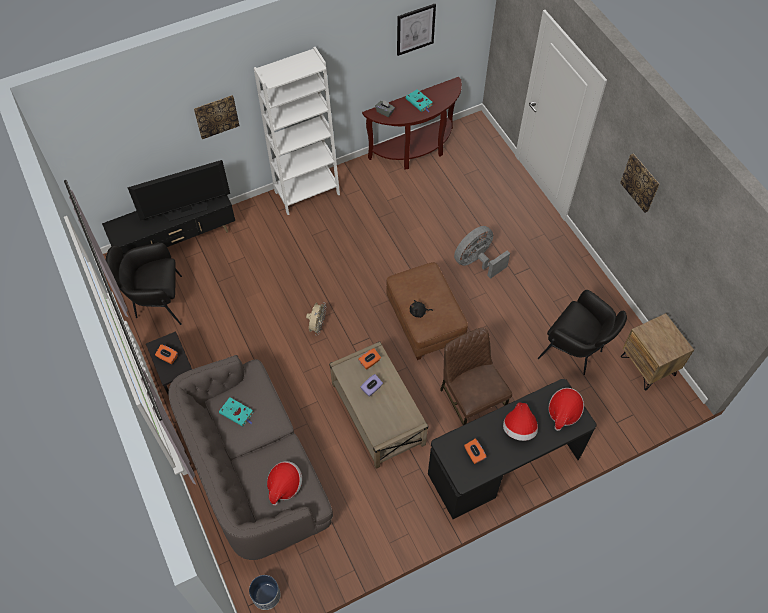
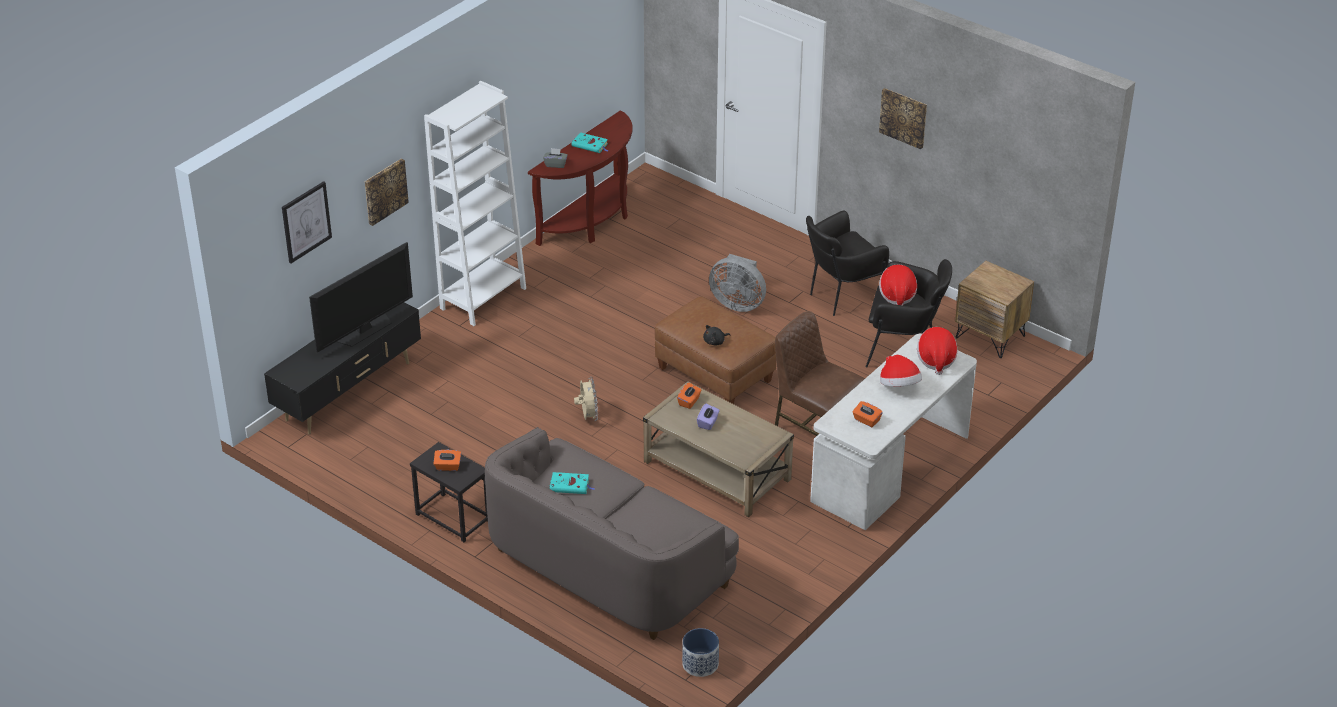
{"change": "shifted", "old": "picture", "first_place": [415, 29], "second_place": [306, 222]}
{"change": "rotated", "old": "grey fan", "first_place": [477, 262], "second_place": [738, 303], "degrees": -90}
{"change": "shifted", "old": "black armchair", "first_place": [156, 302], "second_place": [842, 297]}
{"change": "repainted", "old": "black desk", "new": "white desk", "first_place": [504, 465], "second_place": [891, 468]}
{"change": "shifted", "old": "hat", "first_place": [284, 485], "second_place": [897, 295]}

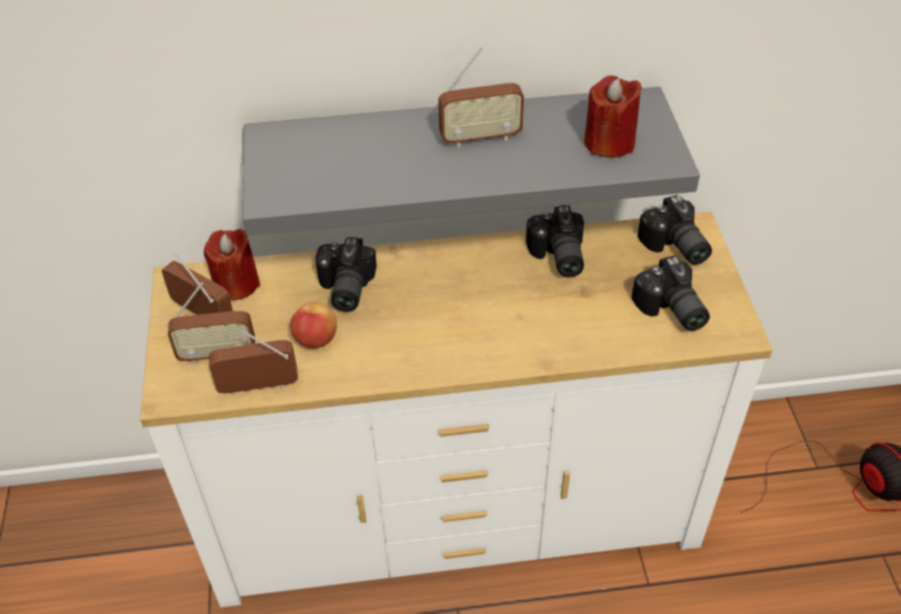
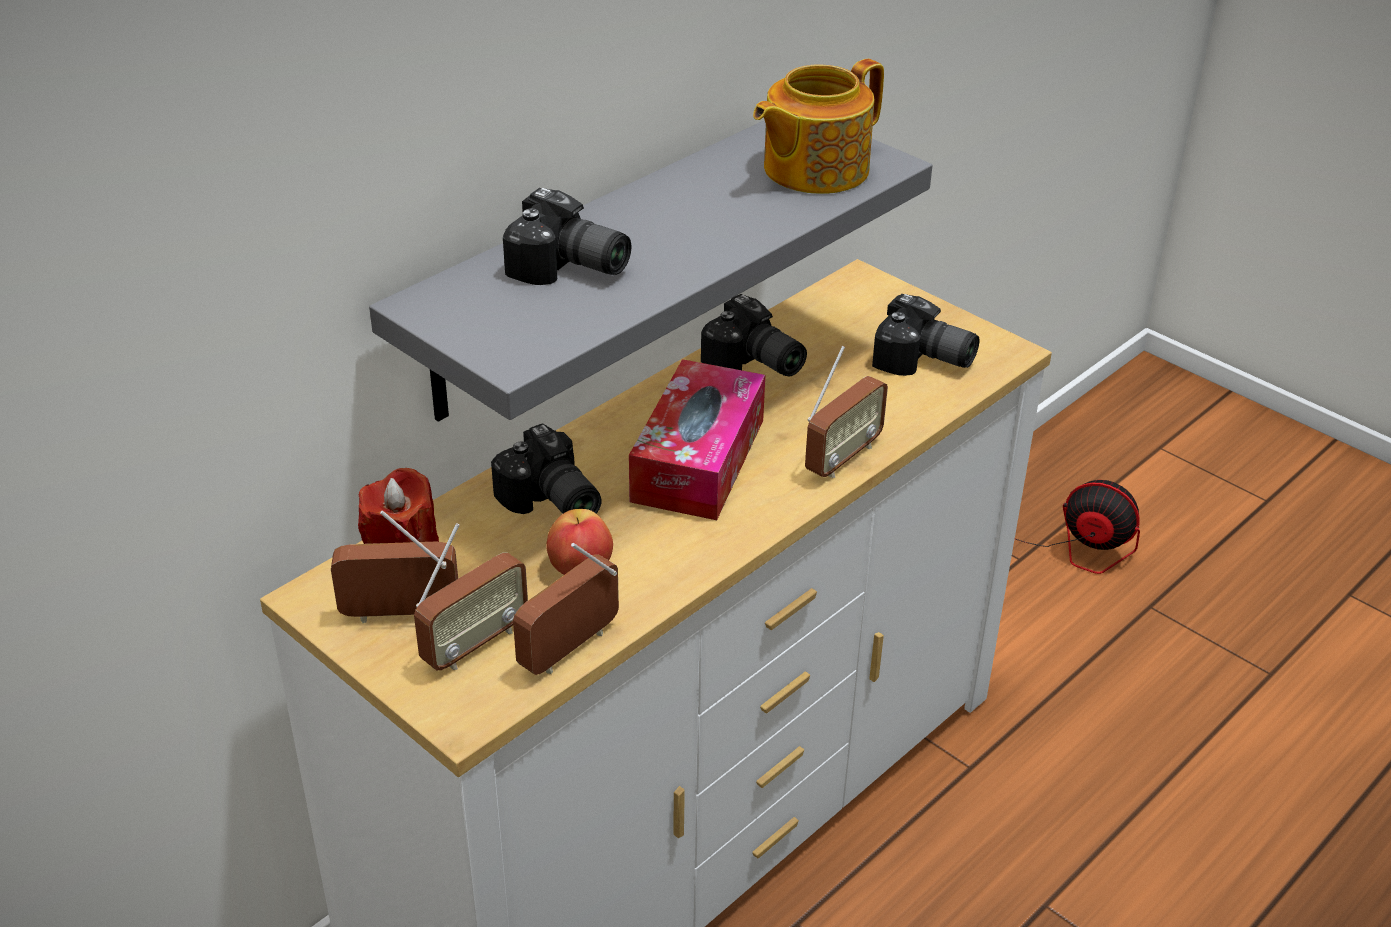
{"change": "shifted", "old": "photo camera", "first_place": [674, 247], "second_place": [568, 269]}
{"change": "new", "new": "tissue box", "second_place": [698, 460]}
{"change": "swapped", "old": "red candle", "new": "teapot", "first_place": [609, 142], "second_place": [813, 169]}
{"change": "shifted", "old": "radio", "first_place": [480, 138], "second_place": [842, 458]}

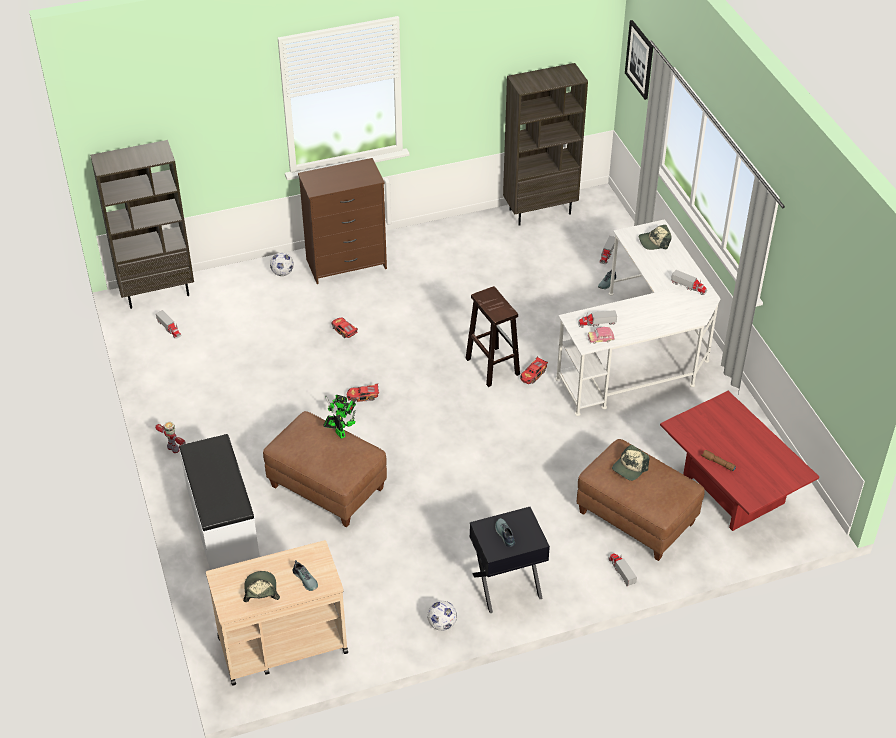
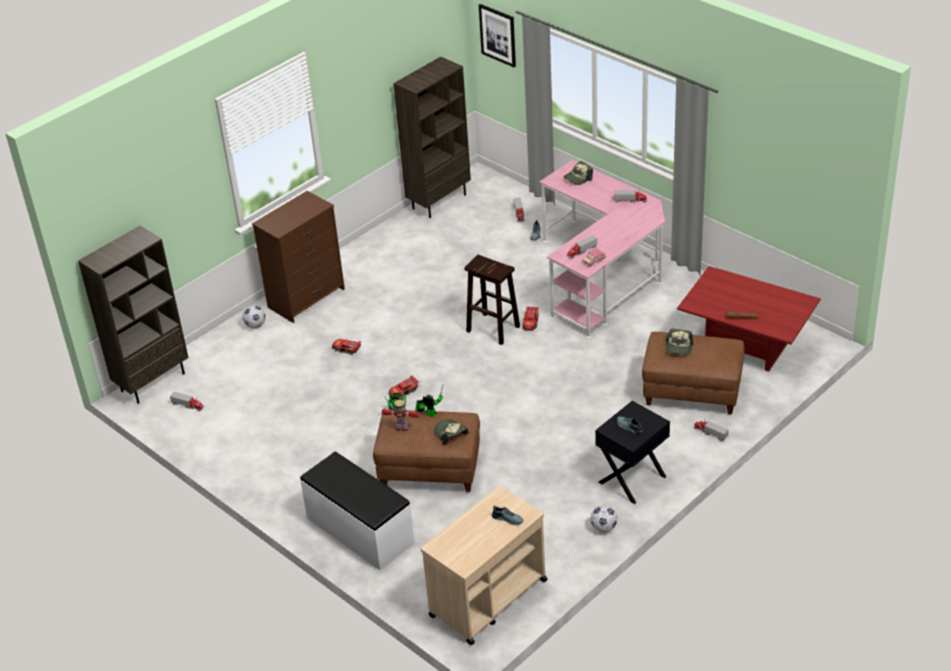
{"change": "shifted", "old": "toy robot", "first_place": [174, 448], "second_place": [402, 427]}
{"change": "shifted", "old": "cap", "first_place": [260, 591], "second_place": [450, 434]}
{"change": "repainted", "old": "white desk", "new": "pink desk", "first_place": [641, 353], "second_place": [602, 275]}

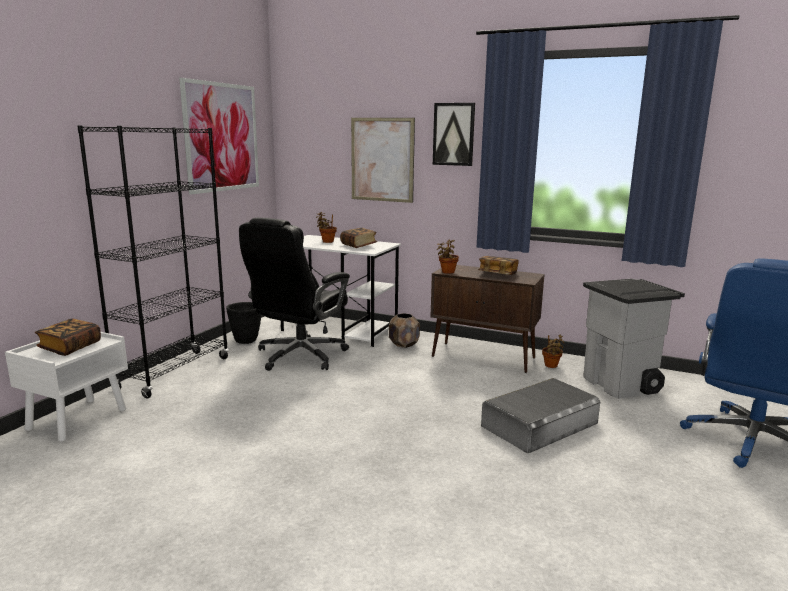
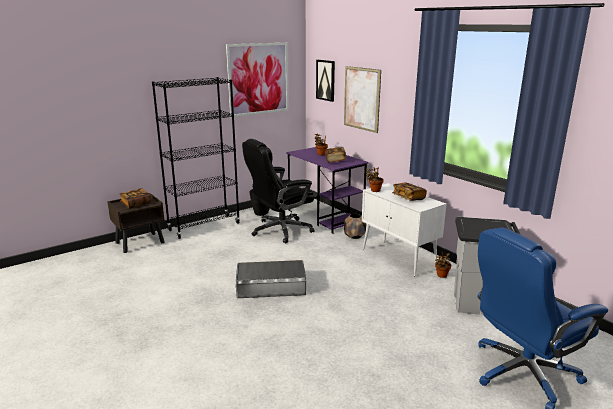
{"change": "repainted", "old": "white nightstand", "new": "brown nightstand", "first_place": [78, 419], "second_place": [140, 242]}
{"change": "shifted", "old": "grey storage box", "first_place": [539, 424], "second_place": [271, 286]}
{"change": "repainted", "old": "white desk", "new": "purple desk", "first_place": [340, 330], "second_place": [325, 217]}
{"change": "shifted", "old": "picture", "first_place": [453, 134], "second_place": [326, 80]}
{"change": "repainted", "old": "brown cabinet", "new": "white cabinet", "first_place": [484, 357], "second_place": [399, 258]}

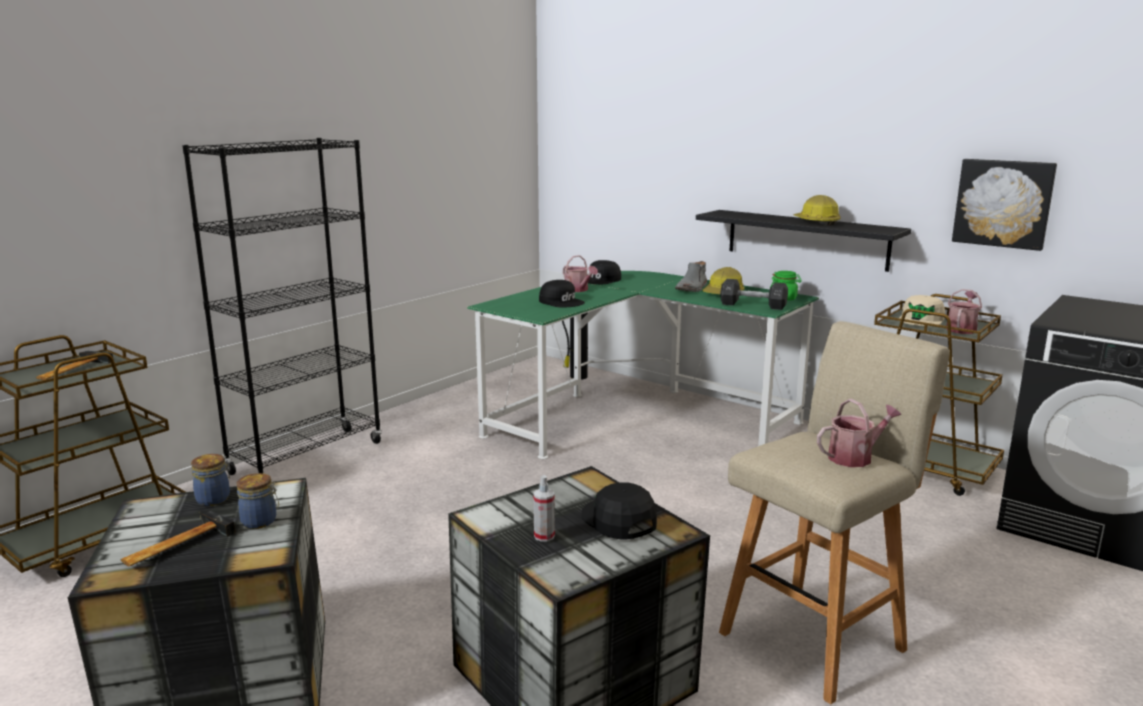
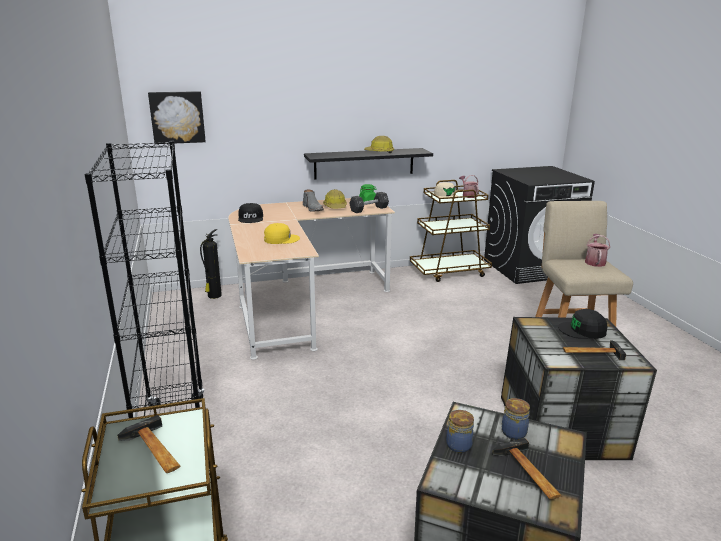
{"change": "shifted", "old": "picture", "first_place": [1003, 203], "second_place": [177, 117]}
{"change": "repainted", "old": "green desk", "new": "beige desk", "first_place": [636, 416], "second_place": [301, 303]}
{"change": "repainted", "old": "black cap", "new": "yellow cap", "first_place": [562, 302], "second_place": [281, 239]}
{"change": "swapped", "old": "spray bottle", "new": "hammer", "first_place": [544, 536], "second_place": [590, 352]}
{"change": "gone", "old": "watering can", "first_place": [578, 290]}

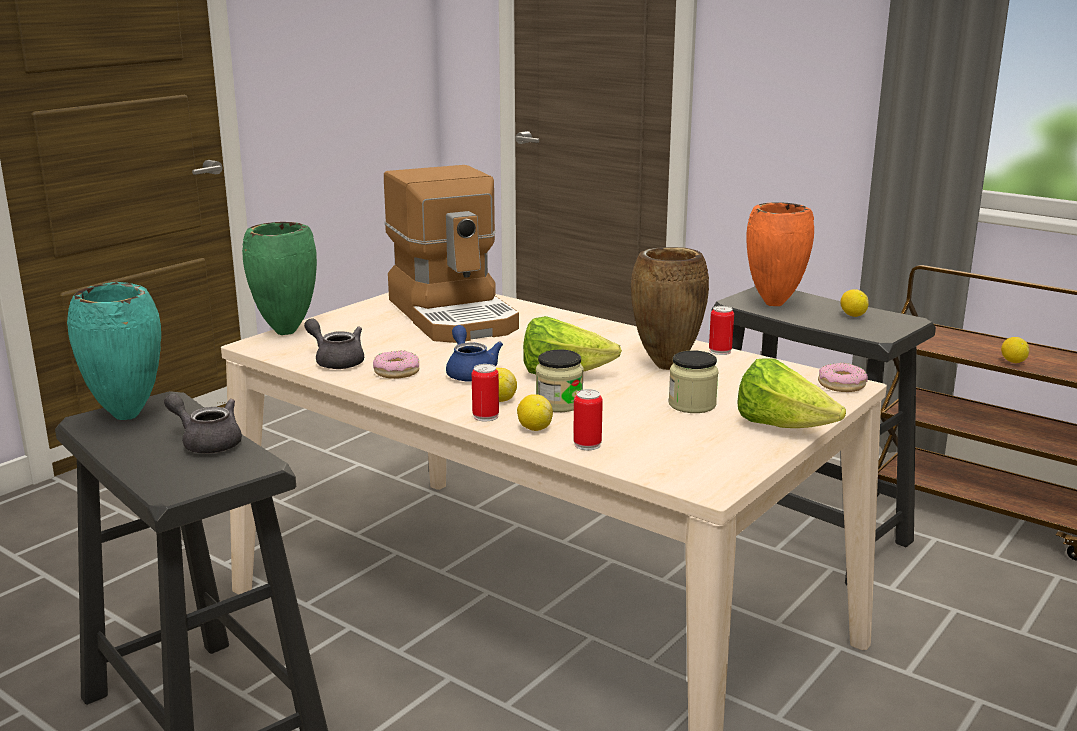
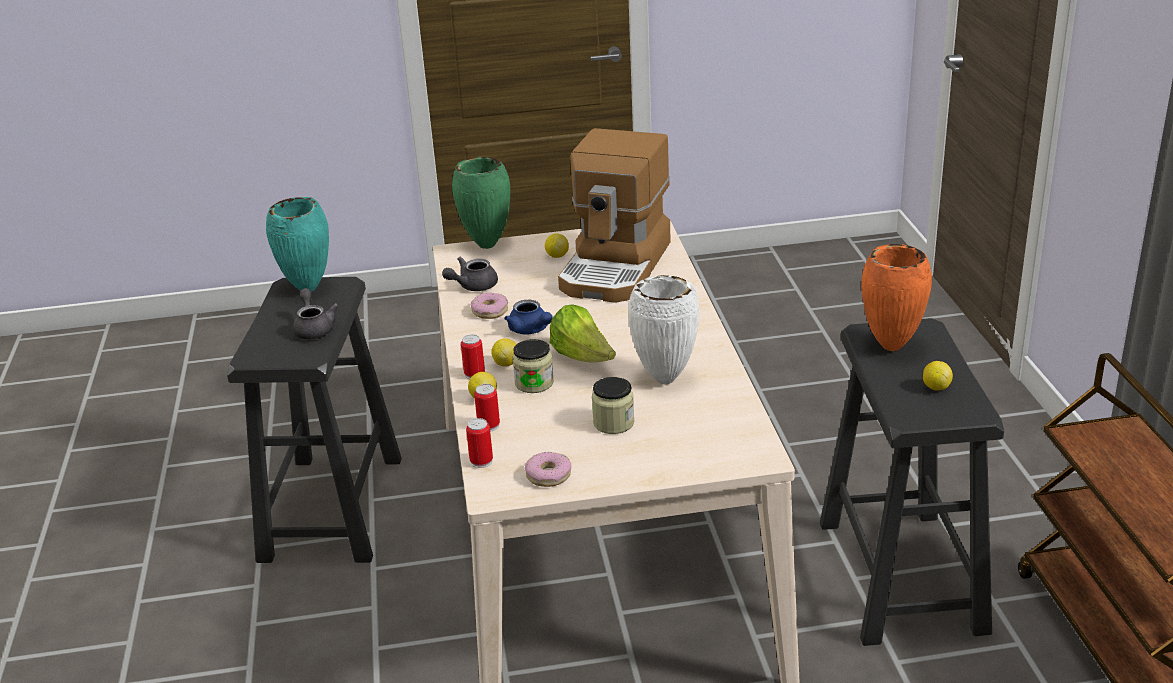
{"change": "rotated", "old": "grey teapot", "first_place": [336, 361], "second_place": [472, 286], "degrees": -120}
{"change": "shifted", "old": "can", "first_place": [720, 351], "second_place": [481, 461]}
{"change": "rotated", "old": "blue teapot", "first_place": [470, 372], "second_place": [531, 330], "degrees": 120}
{"change": "shifted", "old": "donut", "first_place": [841, 385], "second_place": [548, 475]}
{"change": "shifted", "old": "lemon", "first_place": [1013, 362], "second_place": [557, 256]}
{"change": "repainted", "old": "brown vase", "new": "white vase", "first_place": [665, 366], "second_place": [665, 379]}
{"change": "gone", "old": "lettuce", "first_place": [782, 427]}

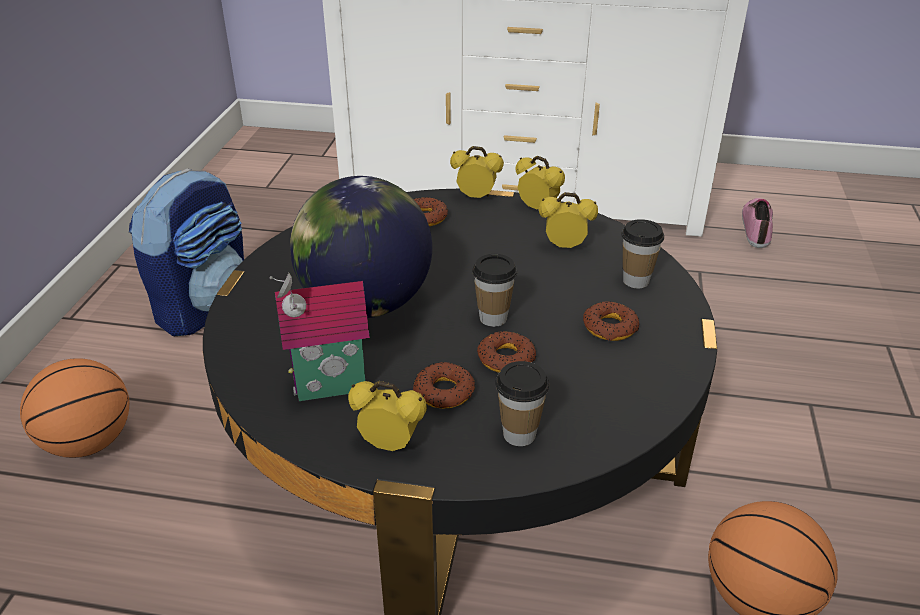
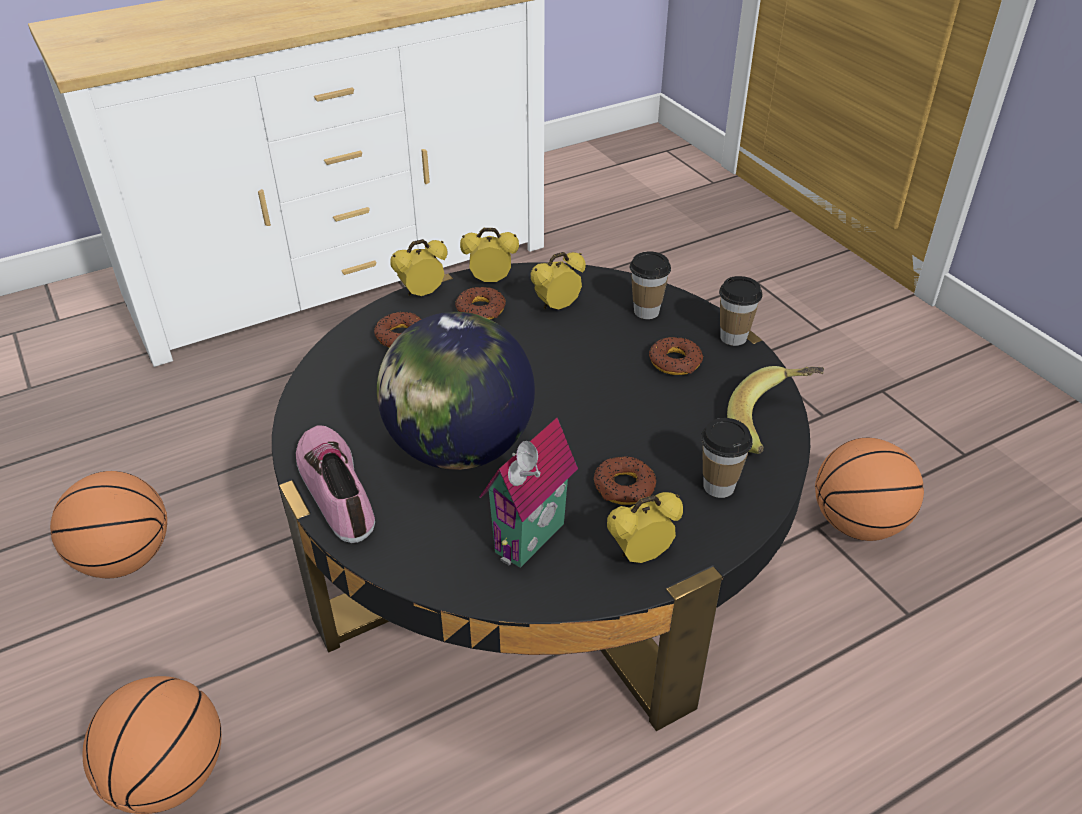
{"change": "swapped", "old": "backpack", "new": "basketball", "first_place": [205, 307], "second_place": [124, 559]}
{"change": "shifted", "old": "shoe", "first_place": [757, 227], "second_place": [337, 488]}
{"change": "shifted", "old": "donut", "first_place": [506, 358], "second_place": [481, 309]}
{"change": "shifted", "old": "cup", "first_place": [493, 318], "second_place": [733, 337]}
{"change": "new", "new": "banana", "second_place": [773, 425]}

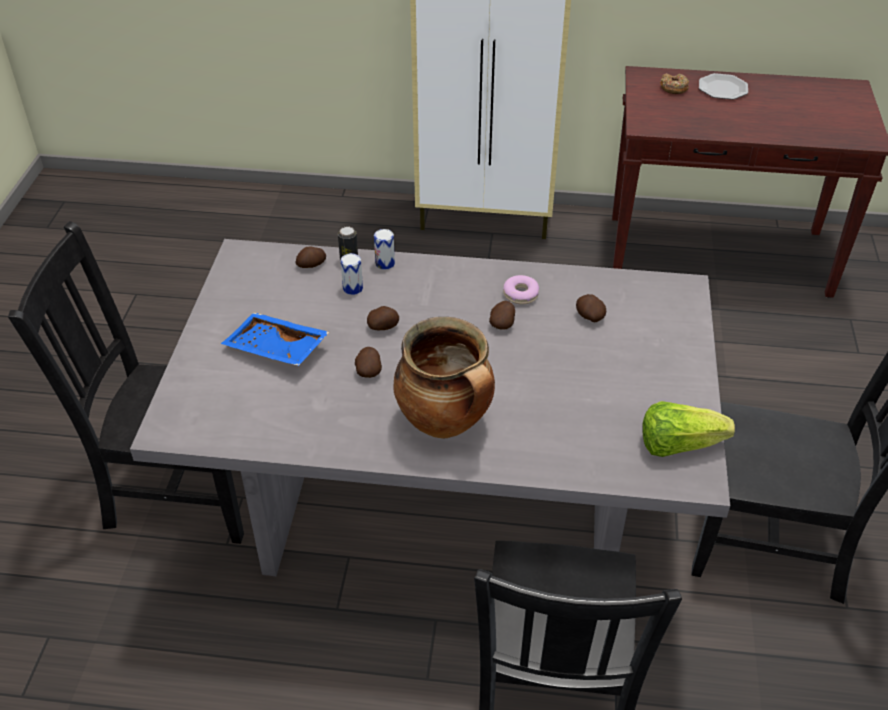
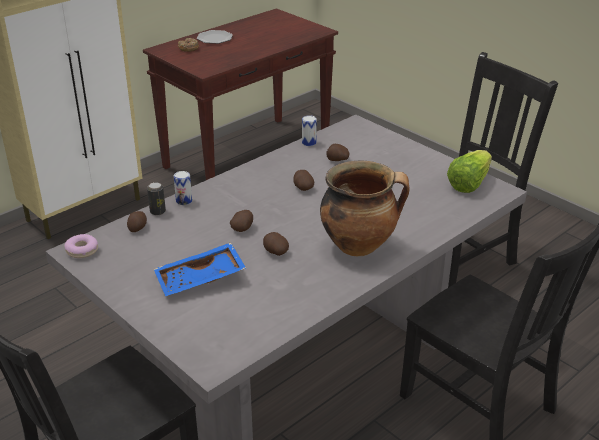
{"change": "shifted", "old": "donut", "first_place": [520, 294], "second_place": [82, 250]}
{"change": "shifted", "old": "can", "first_place": [353, 288], "second_place": [309, 142]}

